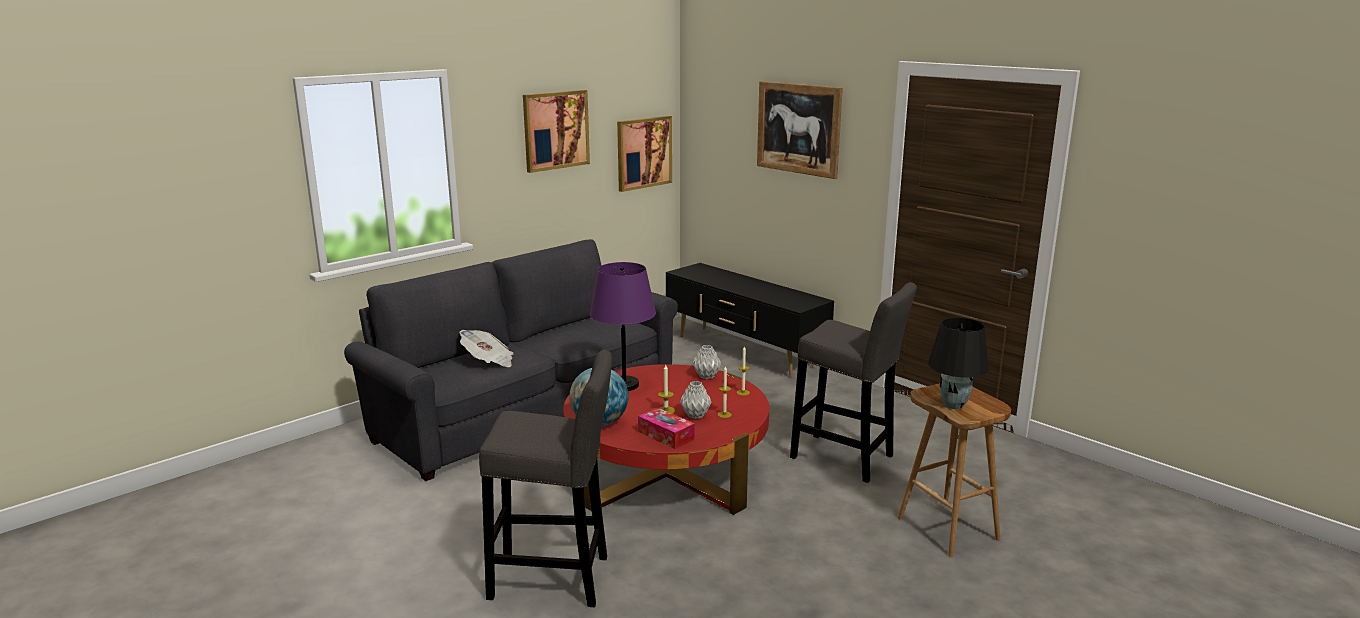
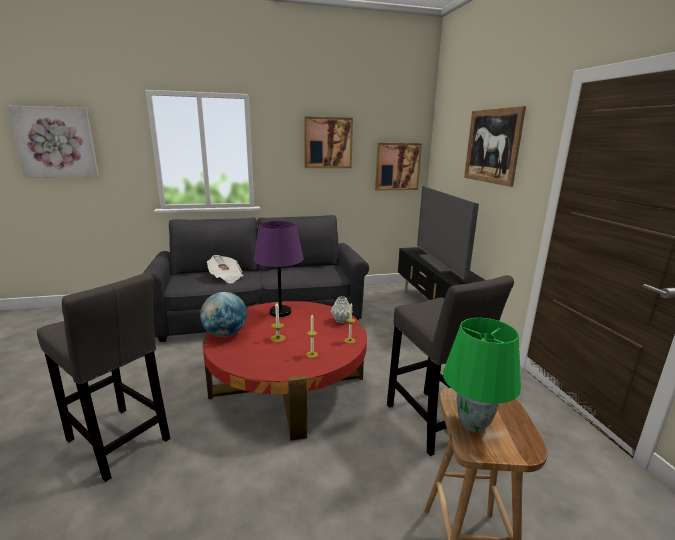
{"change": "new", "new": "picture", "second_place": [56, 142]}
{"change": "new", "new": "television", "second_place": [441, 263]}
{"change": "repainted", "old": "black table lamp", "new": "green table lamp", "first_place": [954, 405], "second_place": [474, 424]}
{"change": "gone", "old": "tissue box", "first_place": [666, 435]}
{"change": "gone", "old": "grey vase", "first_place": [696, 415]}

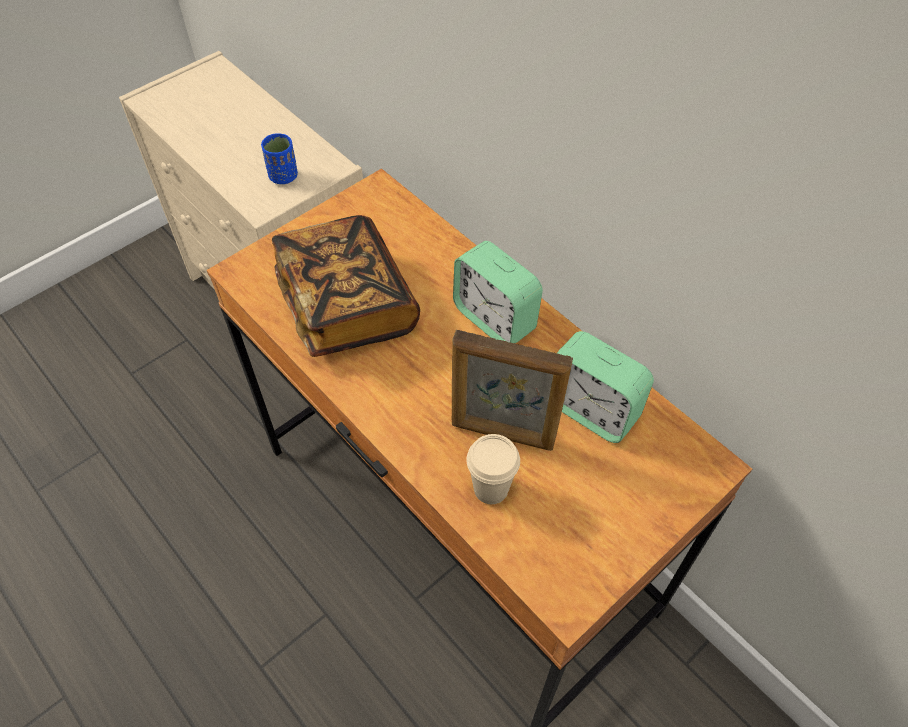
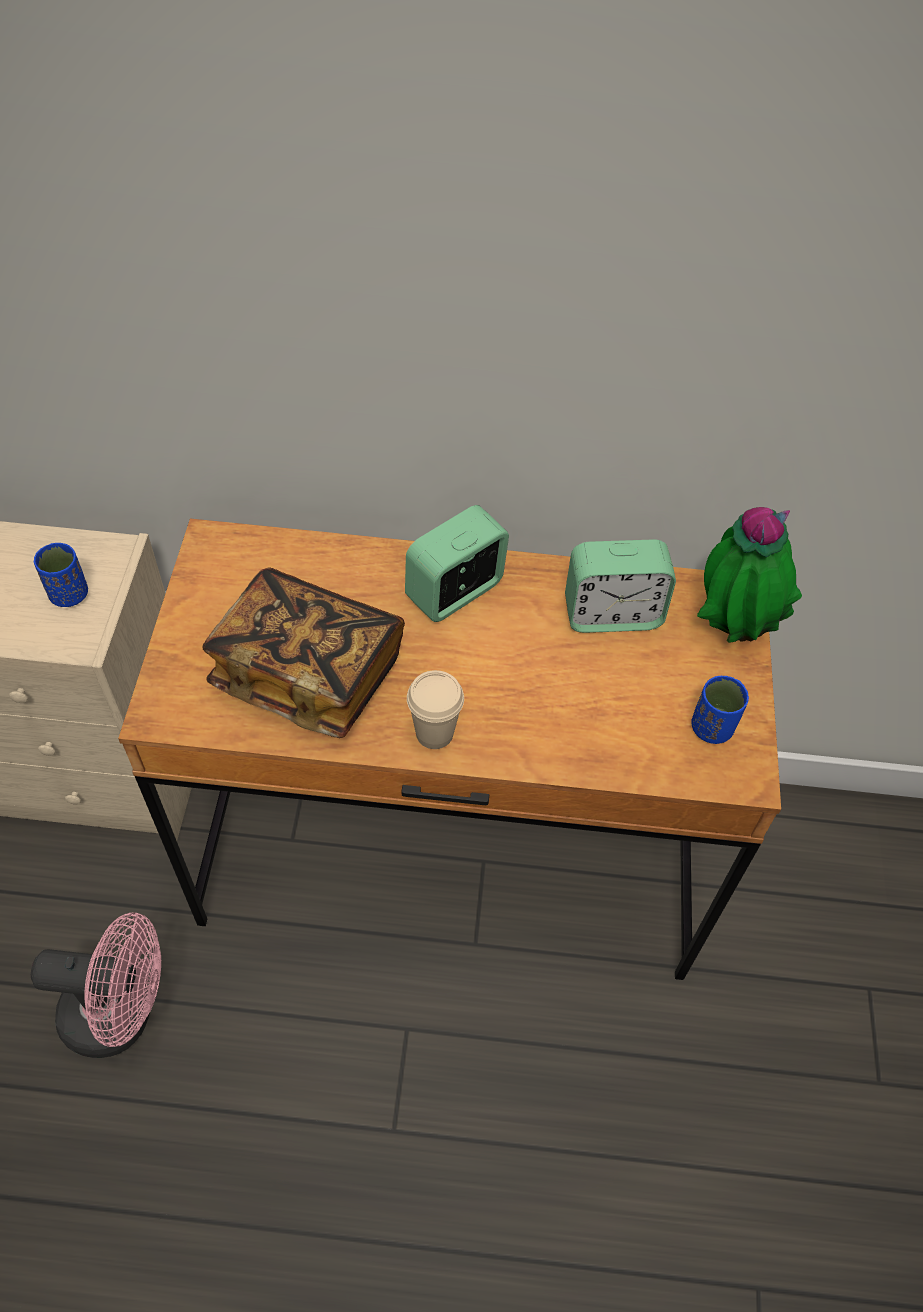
{"change": "new", "new": "pink fan", "second_place": [122, 1014]}
{"change": "rotated", "old": "alarm clock", "first_place": [494, 319], "second_place": [455, 592], "degrees": 135}
{"change": "shifted", "old": "beige cup", "first_place": [491, 488], "second_place": [434, 733]}
{"change": "new", "new": "blue cup", "second_place": [711, 728]}
{"change": "new", "new": "potted plant", "second_place": [730, 628]}
{"change": "gone", "old": "picture frame", "first_place": [503, 433]}

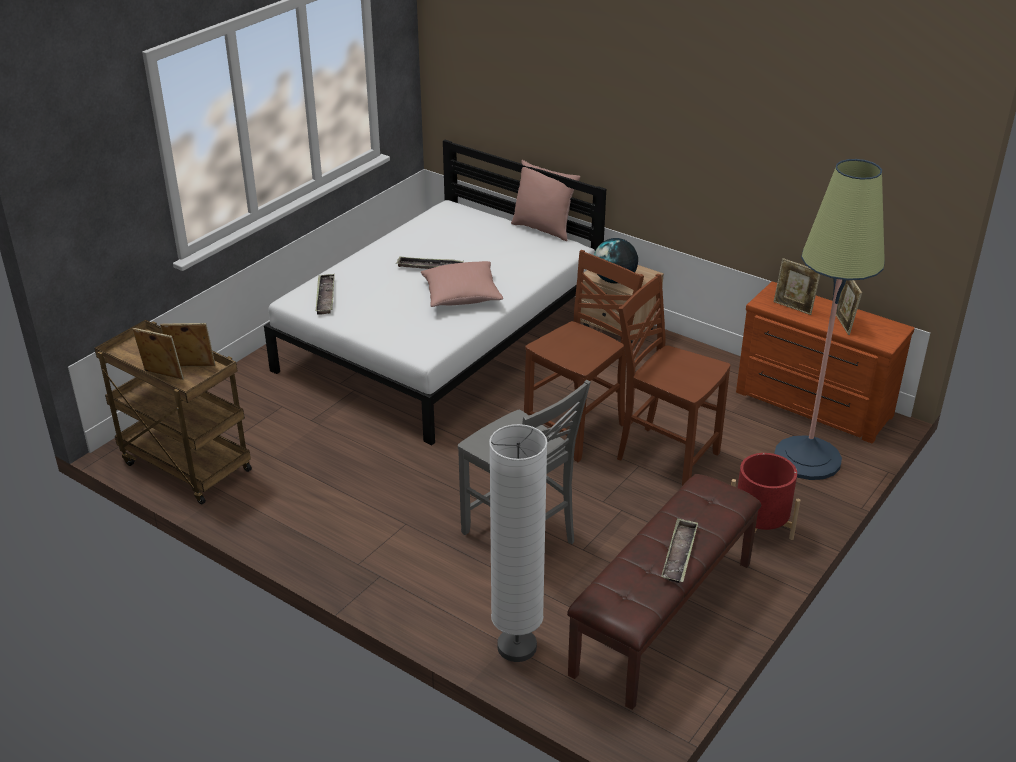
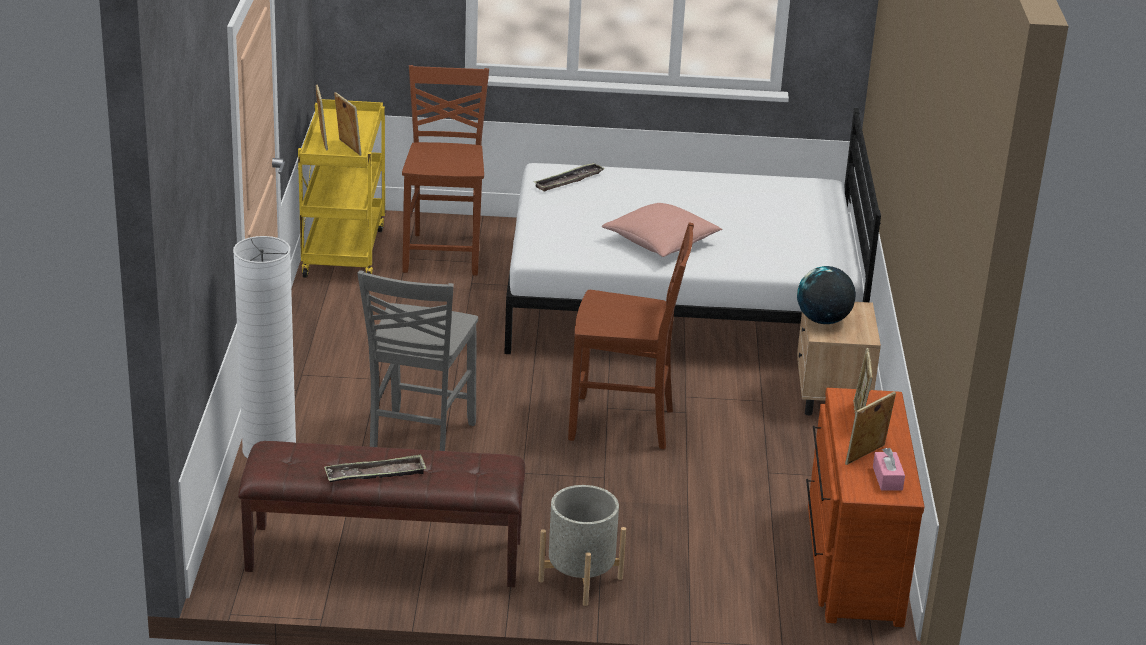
{"change": "repainted", "old": "brown cart", "new": "yellow cart", "first_place": [184, 466], "second_place": [342, 251]}
{"change": "shifted", "old": "brown chair", "first_place": [665, 456], "second_place": [444, 253]}
{"change": "repainted", "old": "red planter", "new": "grey planter", "first_place": [759, 528], "second_place": [580, 579]}
{"change": "new", "new": "pink tissue box", "second_place": [887, 478]}
{"change": "gone", "old": "tray", "first_place": [430, 267]}
{"change": "gone", "old": "pink pillow", "first_place": [543, 229]}
{"change": "gone", "old": "floor lamp", "first_place": [807, 459]}

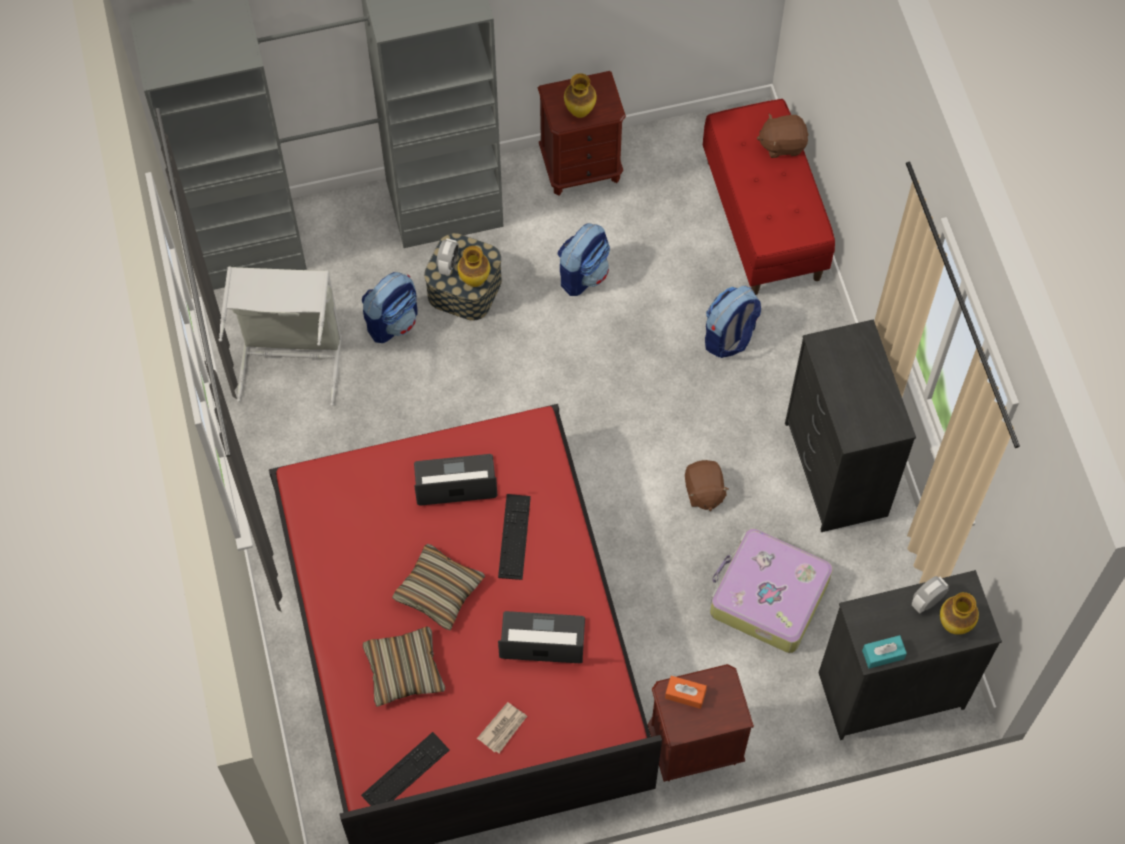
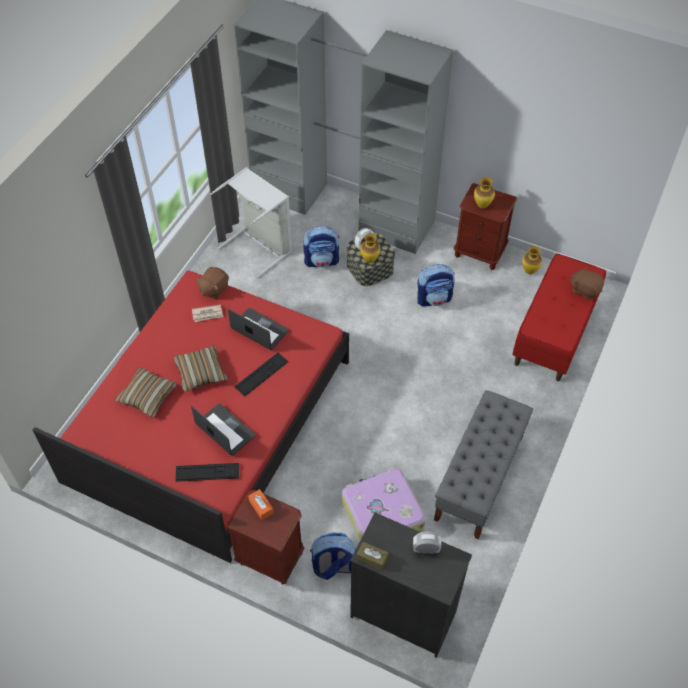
{"change": "shifted", "old": "keyboard", "first_place": [405, 772], "second_place": [207, 472]}
{"change": "shifted", "old": "newspaper", "first_place": [503, 728], "second_place": [207, 314]}
{"change": "shifted", "old": "brown plush toy", "first_place": [703, 491], "second_place": [213, 289]}
{"change": "shifted", "old": "backpack", "first_place": [729, 338], "second_place": [333, 566]}
{"change": "repainted", "old": "turquoise tissue box", "new": "brown tissue box", "first_place": [883, 654], "second_place": [372, 558]}
{"change": "swapped", "old": "black dresser", "new": "grey bench", "first_place": [834, 469], "second_place": [479, 478]}
{"change": "shifted", "old": "vase", "first_place": [953, 625], "second_place": [529, 271]}

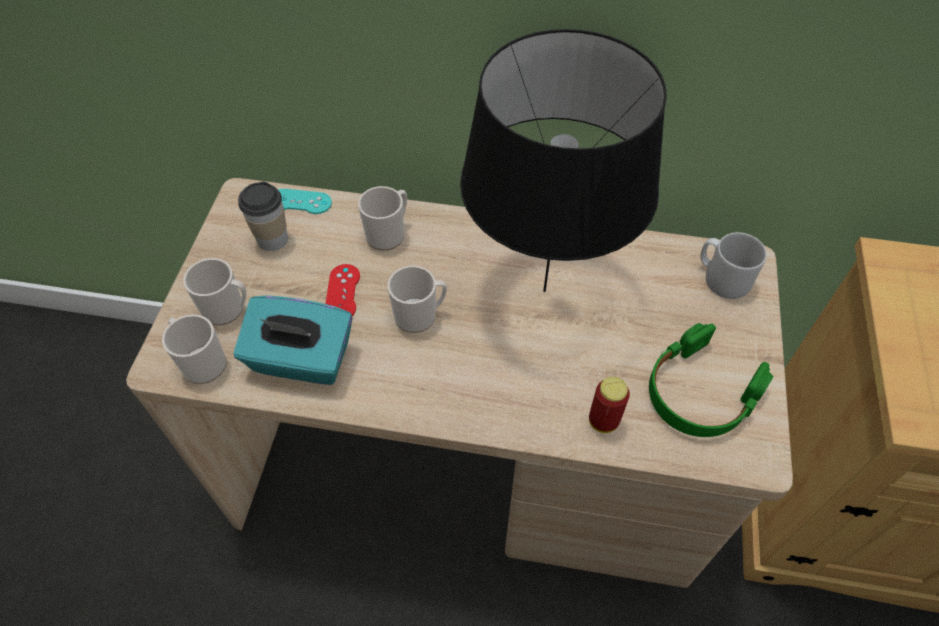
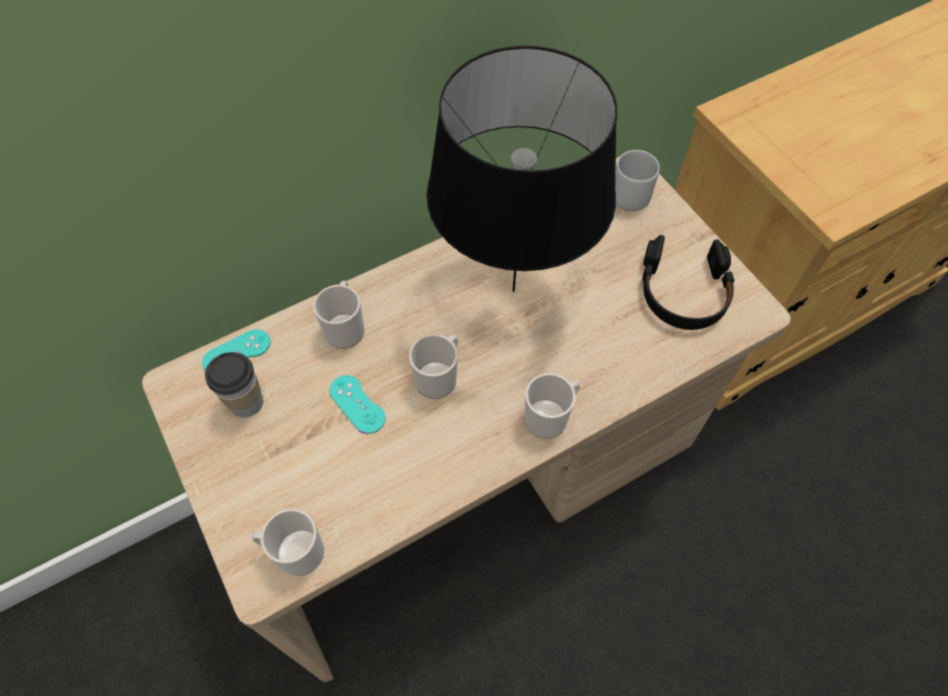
{"change": "repainted", "old": "red game controller", "new": "turquoise game controller", "first_place": [342, 293], "second_place": [357, 404]}
{"change": "shifted", "old": "mug", "first_place": [227, 309], "second_place": [550, 417]}
{"change": "repainted", "old": "green headphones", "new": "black headphones", "first_place": [699, 392], "second_place": [683, 292]}
{"change": "gone", "old": "turquoise tissue box", "first_place": [301, 360]}
{"change": "gone", "old": "can", "first_place": [603, 421]}

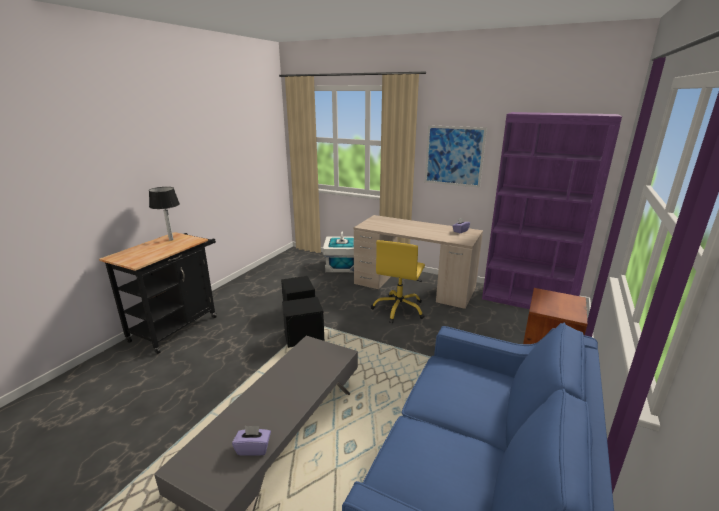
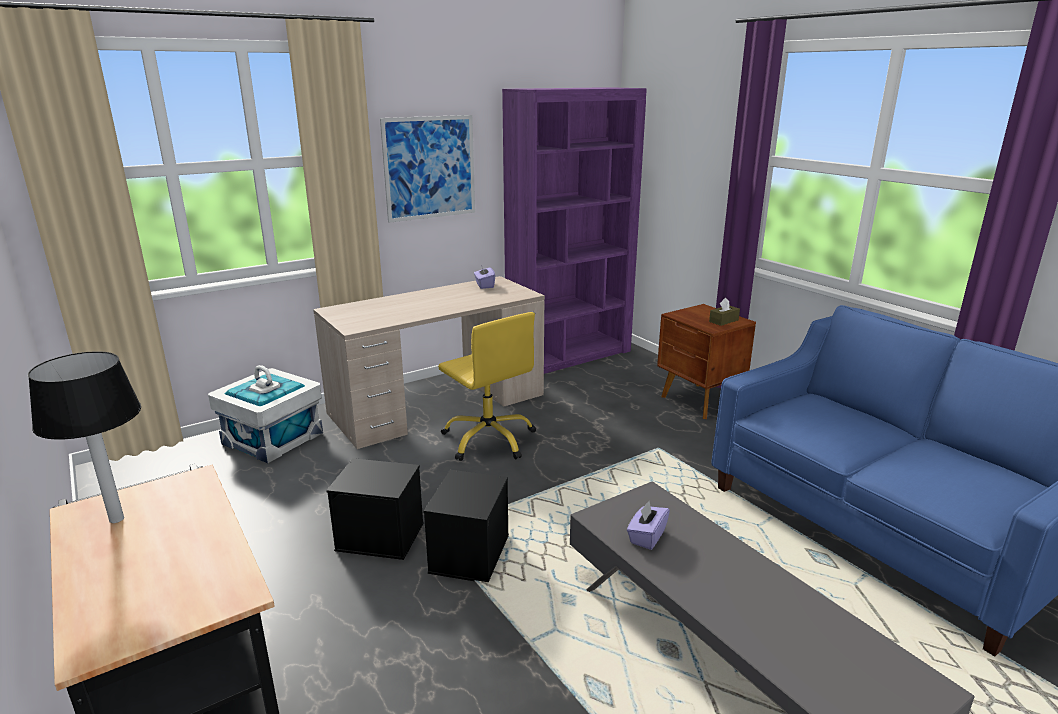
{"change": "shifted", "old": "purple tissue box", "first_place": [253, 448], "second_place": [646, 536]}
{"change": "new", "new": "brown tissue box", "second_place": [723, 321]}

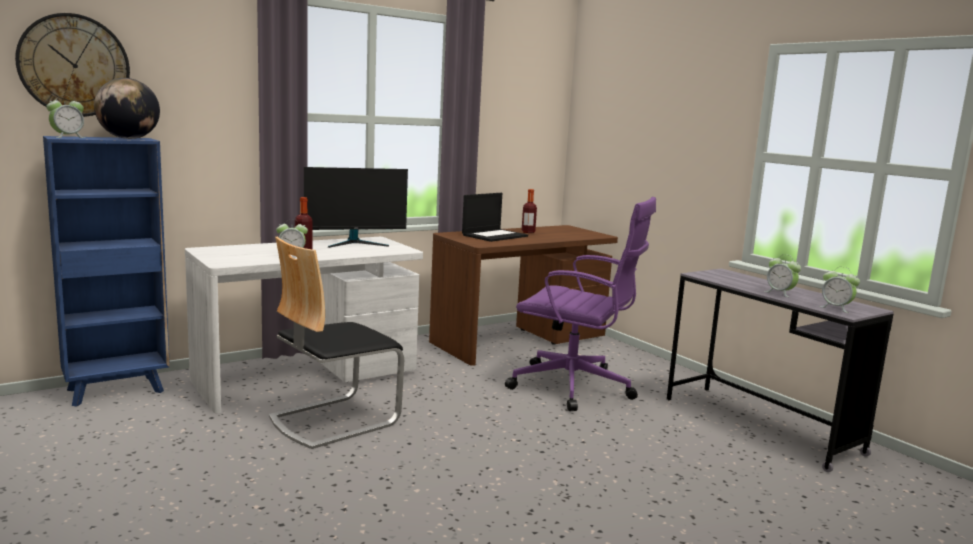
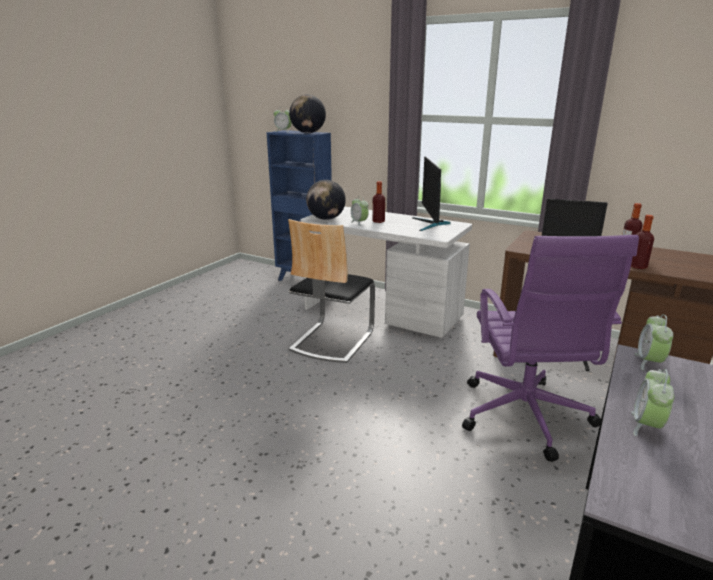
{"change": "rotated", "old": "chair", "first_place": [333, 420], "second_place": [332, 340], "degrees": -90}
{"change": "new", "new": "globe", "second_place": [326, 219]}
{"change": "rotated", "old": "monitor", "first_place": [355, 243], "second_place": [430, 224], "degrees": 45}
{"change": "new", "new": "bottle", "second_place": [637, 266]}
{"change": "shifted", "old": "alarm clock", "first_place": [836, 308], "second_place": [649, 362]}
{"change": "gone", "old": "wall clock", "first_place": [74, 65]}

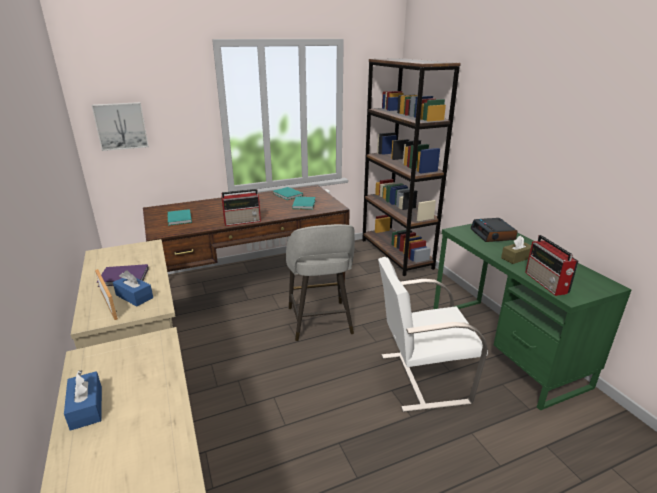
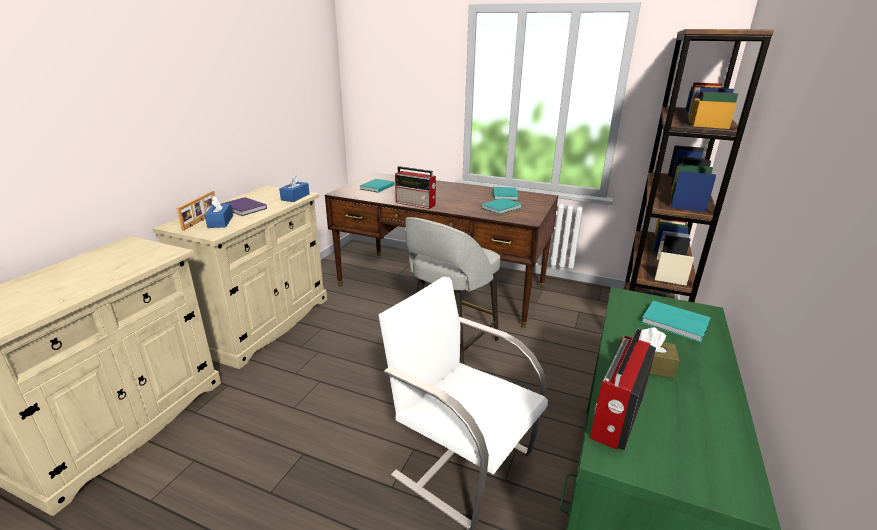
{"change": "shifted", "old": "blue tissue box", "first_place": [86, 407], "second_place": [295, 197]}
{"change": "swapped", "old": "alarm clock", "new": "turquoise book", "first_place": [493, 234], "second_place": [676, 324]}
{"change": "gone", "old": "picture", "first_place": [121, 126]}

